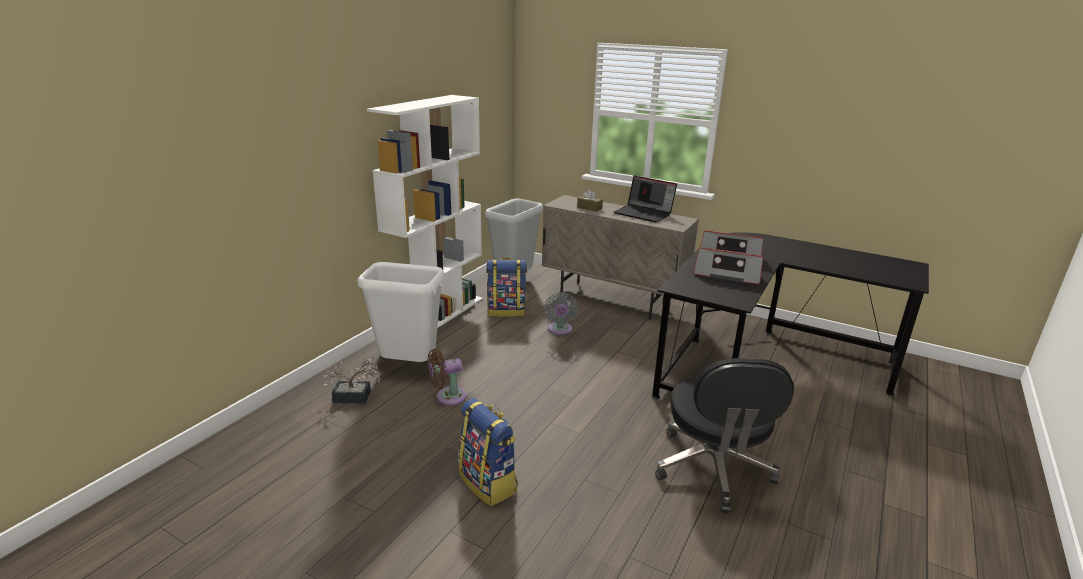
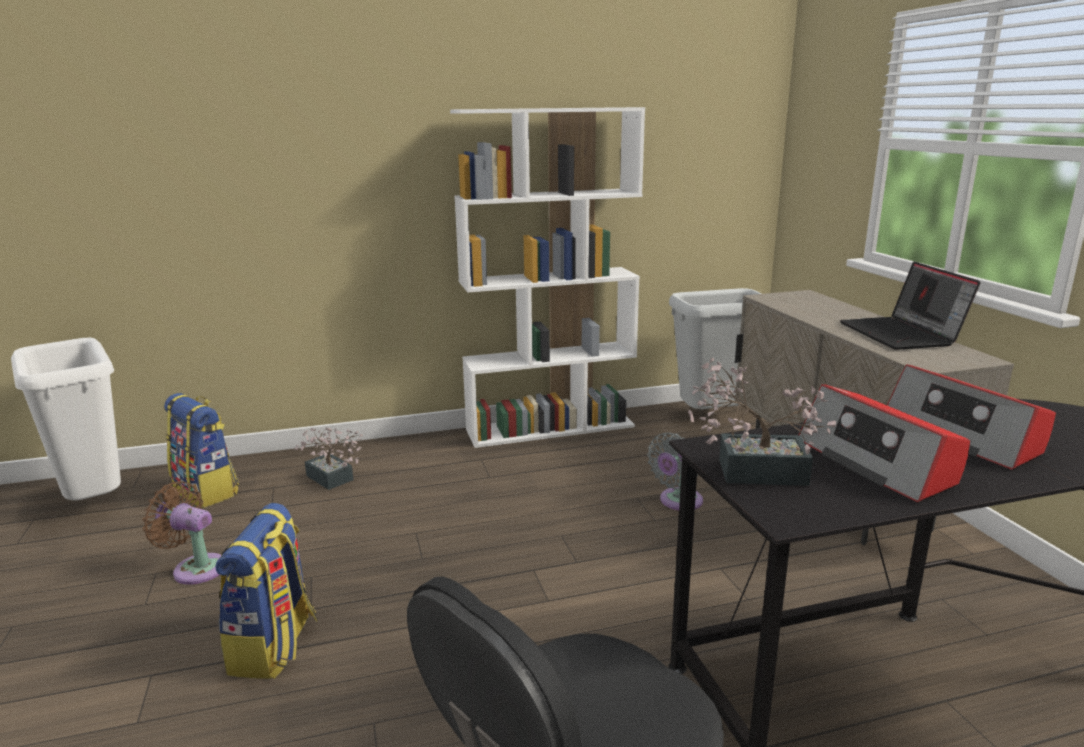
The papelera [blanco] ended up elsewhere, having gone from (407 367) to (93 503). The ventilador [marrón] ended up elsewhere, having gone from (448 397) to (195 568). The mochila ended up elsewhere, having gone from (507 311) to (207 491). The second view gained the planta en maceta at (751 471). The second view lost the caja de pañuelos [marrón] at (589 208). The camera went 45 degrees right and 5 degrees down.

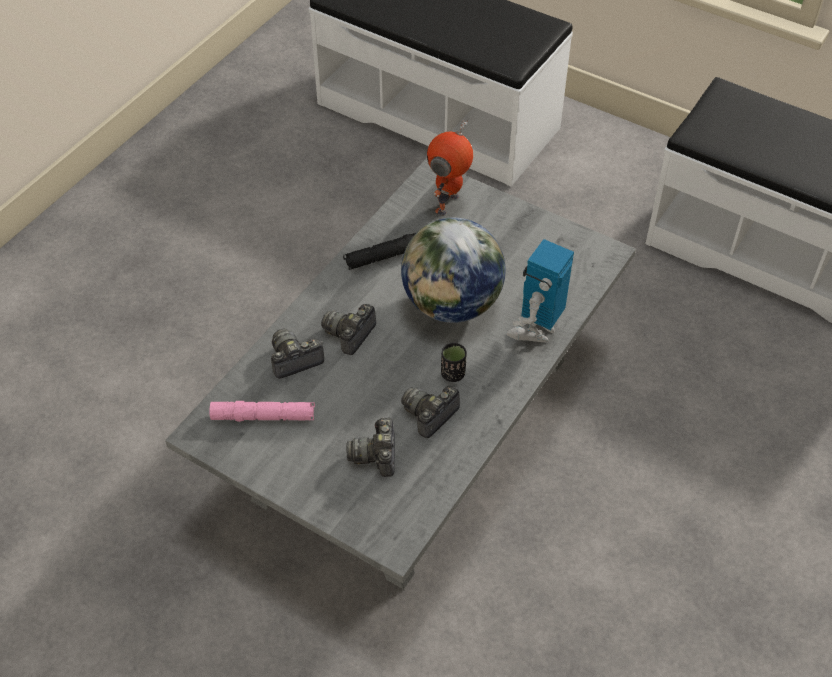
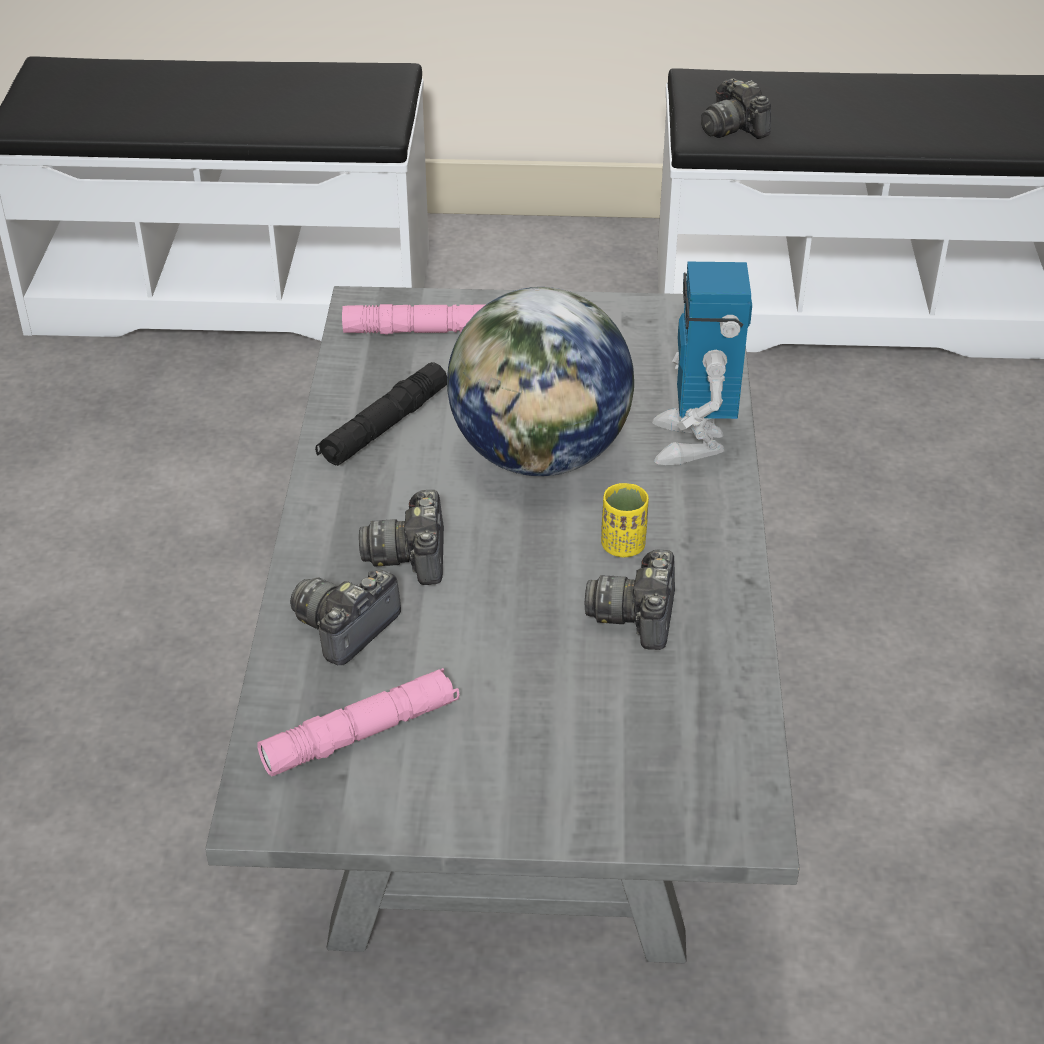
Where the robot de juguete stood at (448 204), the linterna [rosa] came to stand at (421 331). What was the taza [negro] at (453 374) turned into the taza [amarillo] at (623 546). The cámara ended up elsewhere, having gone from (376 455) to (733 128). The camera went 30 degrees left and 10 degrees down.

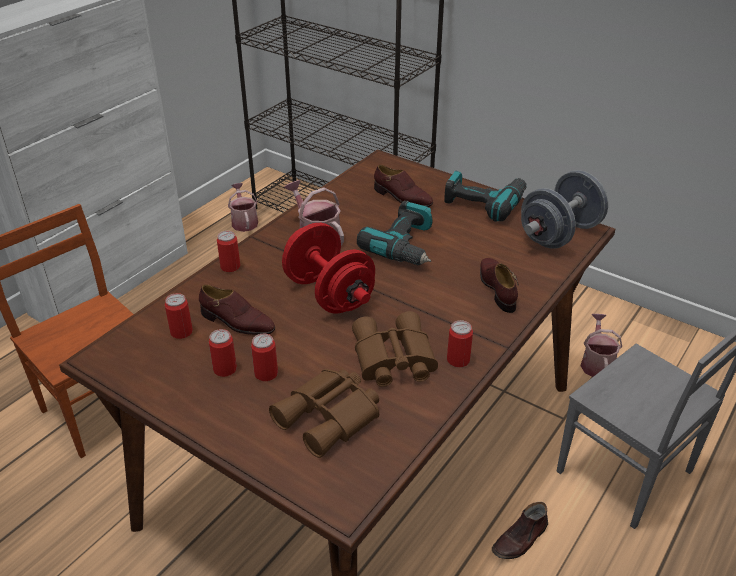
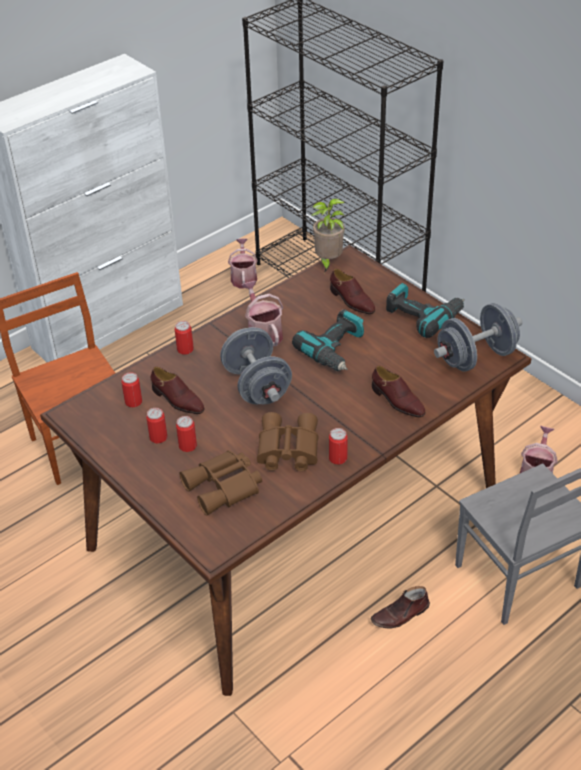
What was the mancuerna [rojo] at (329 294) turned into the mancuerna [gris] at (257 386). The second view gained the planta en maceta at (328 262). The zapato [marrón] at (497 288) ended up facing another way, 135 degrees clockwise from before. The camera went 15 degrees right and 5 degrees up.

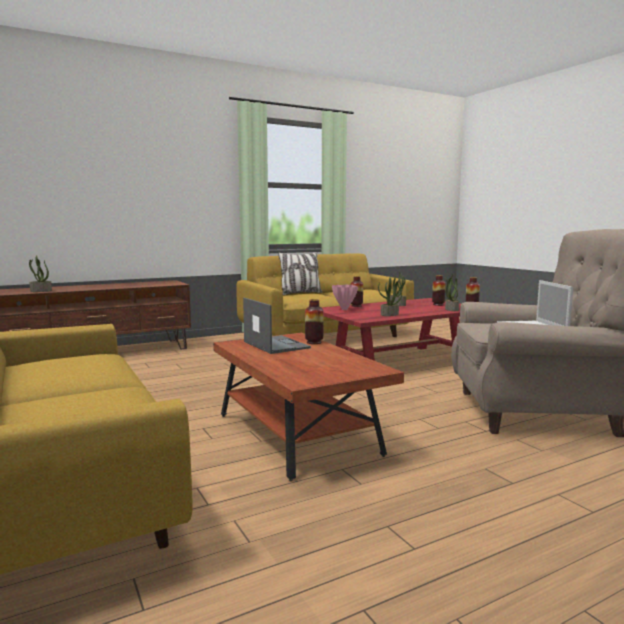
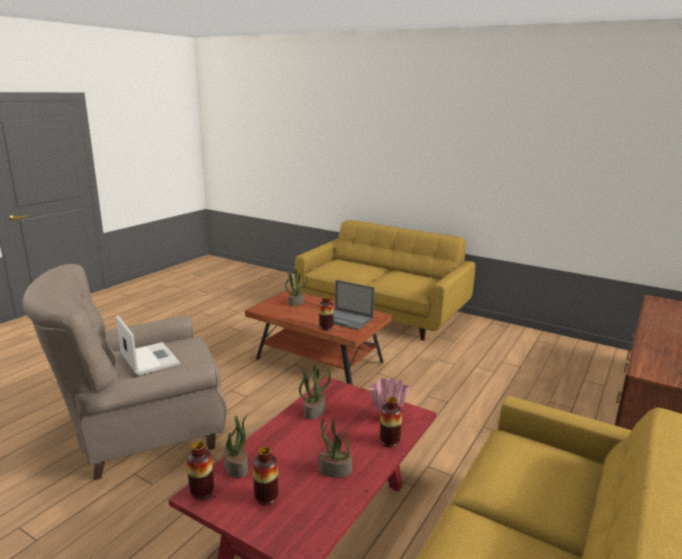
The planta en maceta ended up elsewhere, having gone from (40 291) to (296 302). The second view lost the cojín at (300 293). The camera went 150 degrees right and 10 degrees up.

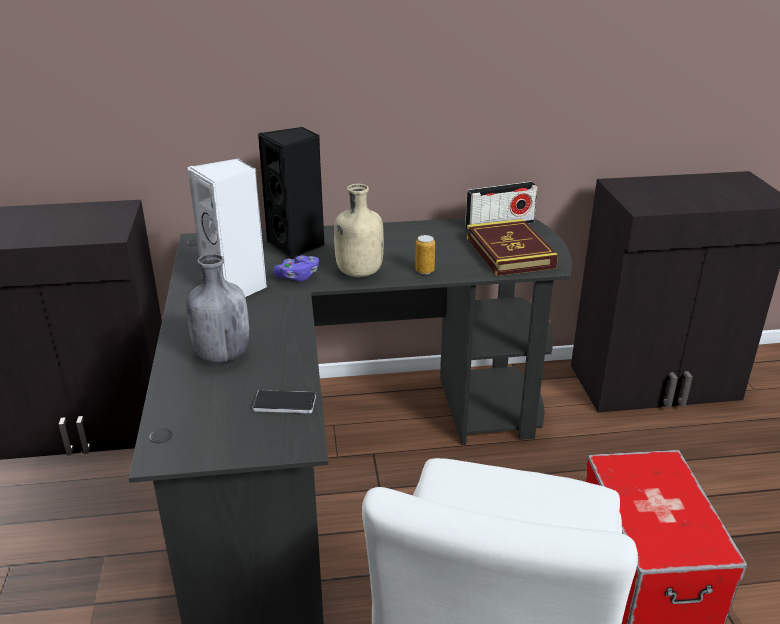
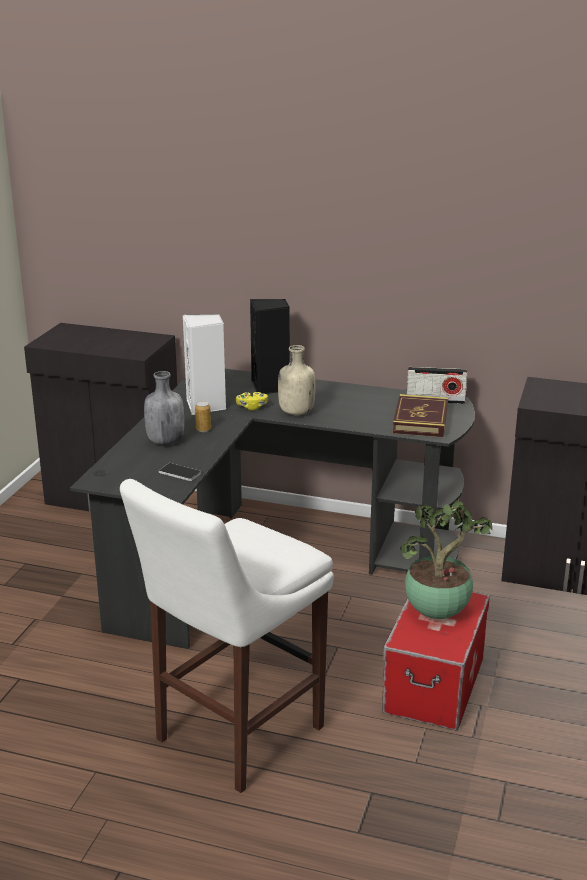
The lata ended up elsewhere, having gone from (424 271) to (203 429). What was the mando de consola [morado] at (298 277) turned into the mando de consola [amarillo] at (252 407). The second view gained the planta en maceta at (438 612). The camera went 25 degrees right and 5 degrees down.

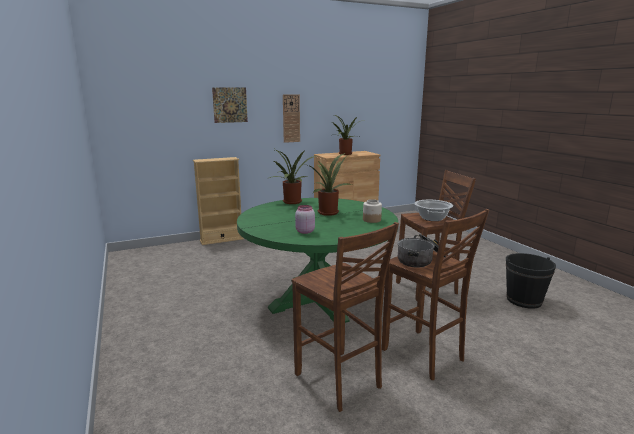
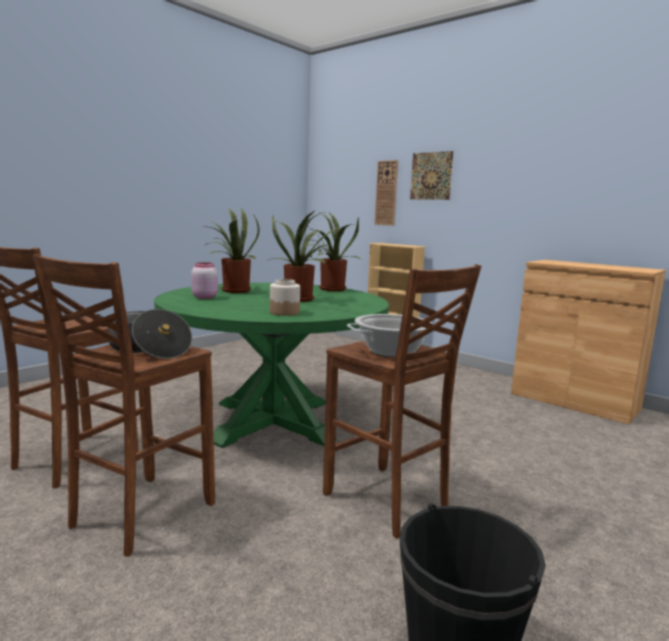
The planta en maceta ended up elsewhere, having gone from (345 154) to (232 291). The reloj de pared ended up elsewhere, having gone from (291 118) to (386 193). The camera went 65 degrees right and 5 degrees down.

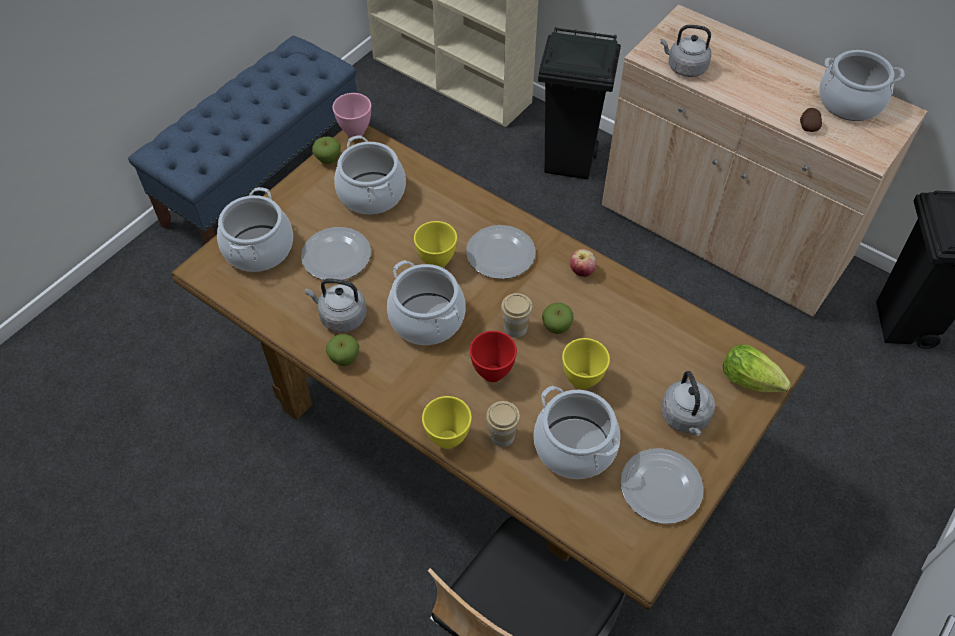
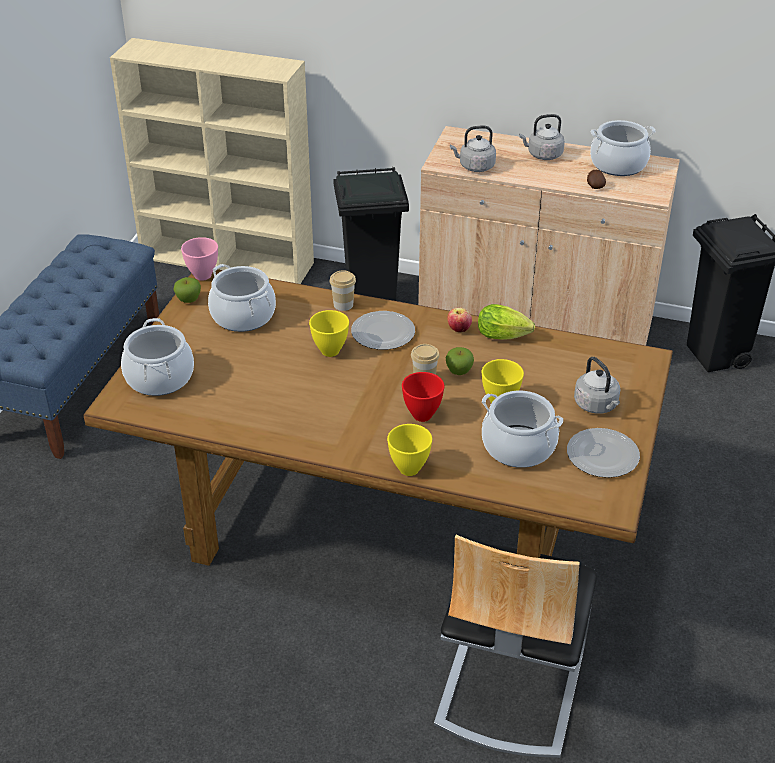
The taza ended up elsewhere, having gone from (502 435) to (343 305). The lechuga ended up elsewhere, having gone from (753 382) to (505 336). The hervidor [gris] ended up elsewhere, having gone from (341 317) to (543 155). The second view lost the plato at (335 255). The second view lost the manzana at (344 359). The second view lost the olla at (427 318). The camera went 20 degrees left and 15 degrees down.

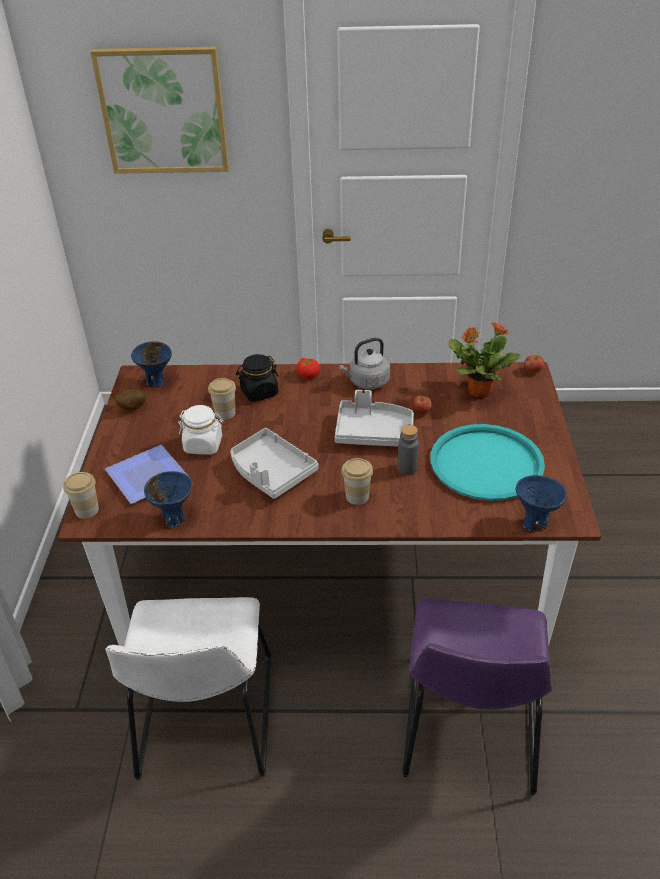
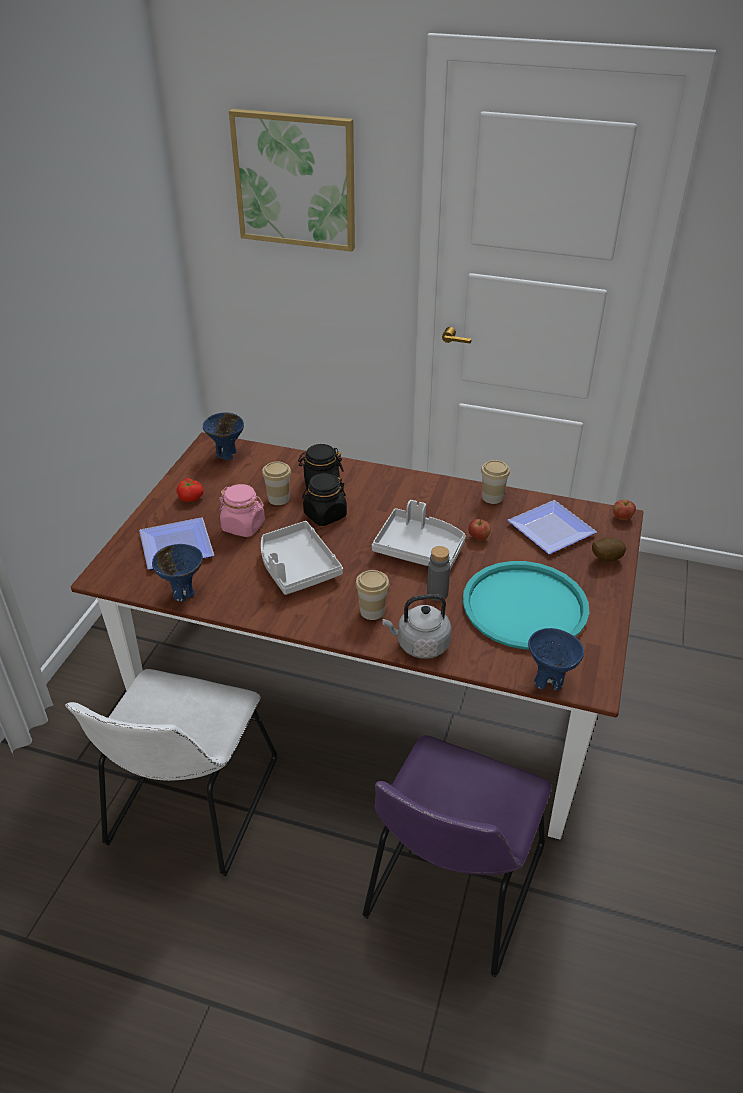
The tomate ended up elsewhere, having gone from (308 375) to (191 497). What was the tarro [blanco] at (203 445) turned into the tarro [rosa] at (243 526). The second view gained the tarro [negro] at (325 515). The hervidor [gris] ended up elsewhere, having gone from (367 382) to (420 645). The taza ended up elsewhere, having gone from (87 510) to (492 497). Where the planta en maceta stood at (478 391), the plato came to stand at (551 528). The patata ended up elsewhere, having gone from (131 408) to (605 559). The camera went 15 degrees right and 0 degrees up.

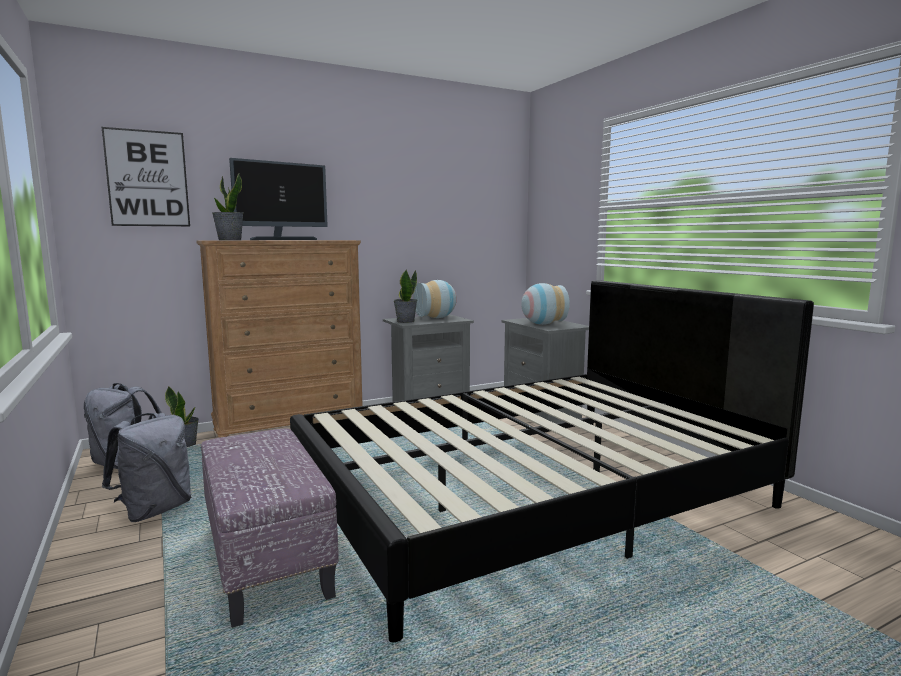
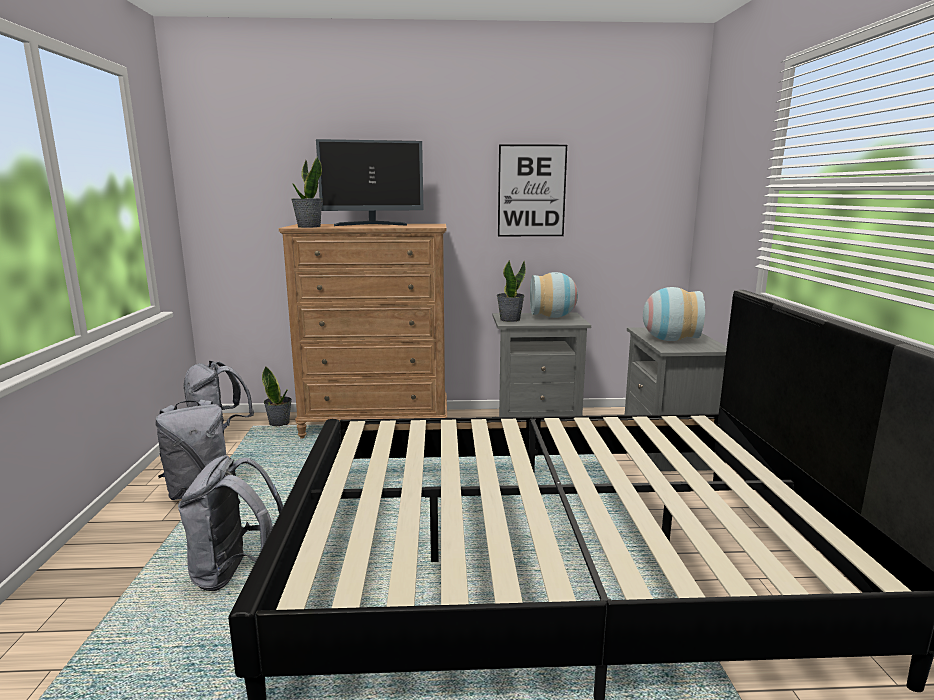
Where the puf stood at (268 560), the mochila [gris] came to stand at (235 572). The cuadro ended up elsewhere, having gone from (147 178) to (531 191). The camera went 25 degrees right and 5 degrees up.

